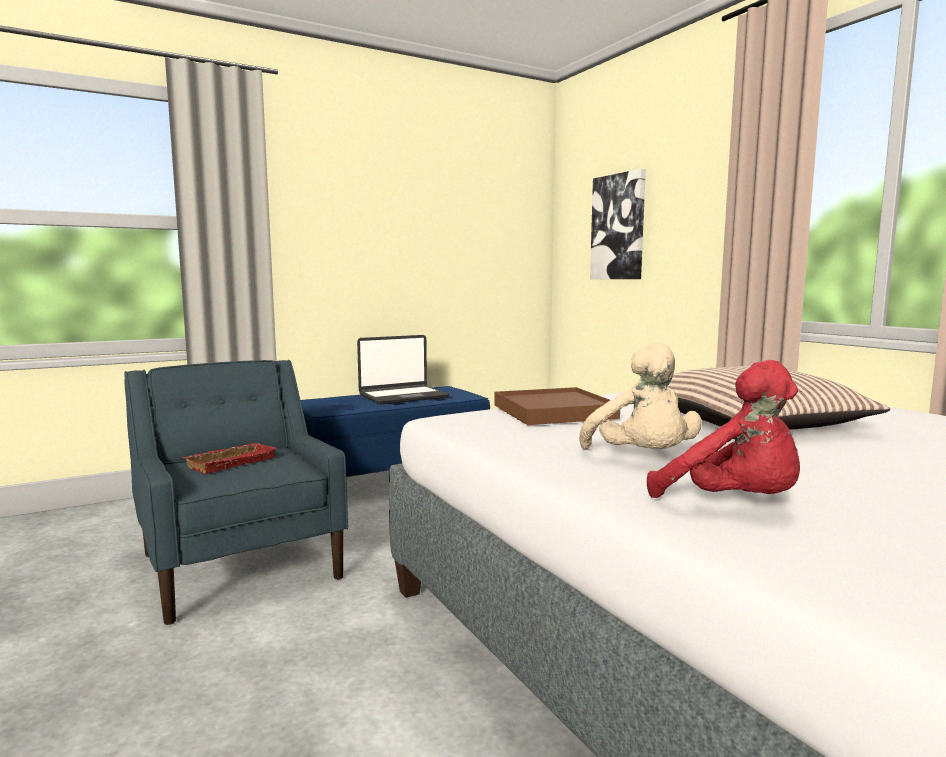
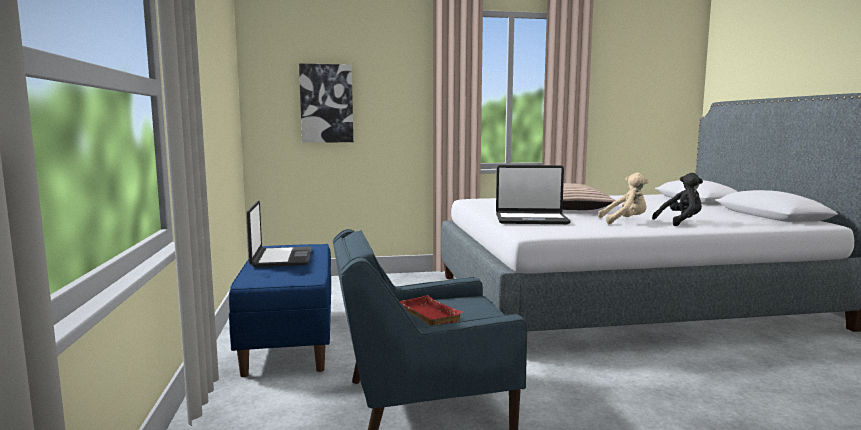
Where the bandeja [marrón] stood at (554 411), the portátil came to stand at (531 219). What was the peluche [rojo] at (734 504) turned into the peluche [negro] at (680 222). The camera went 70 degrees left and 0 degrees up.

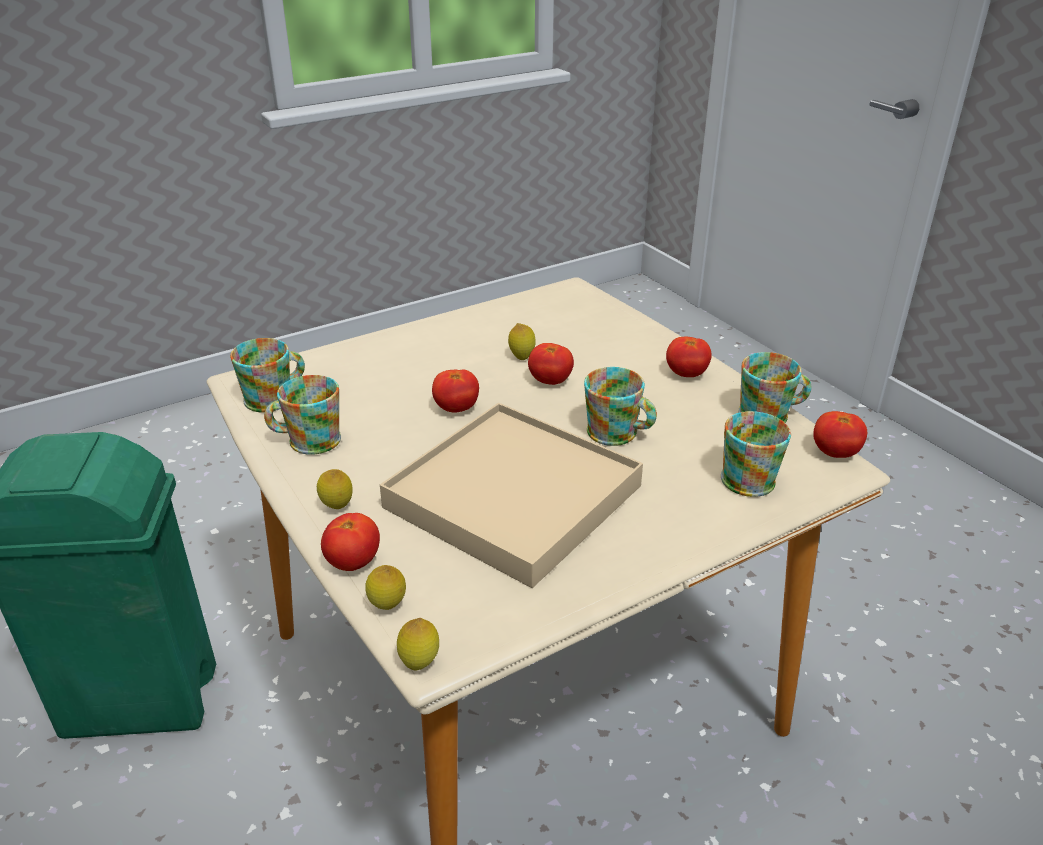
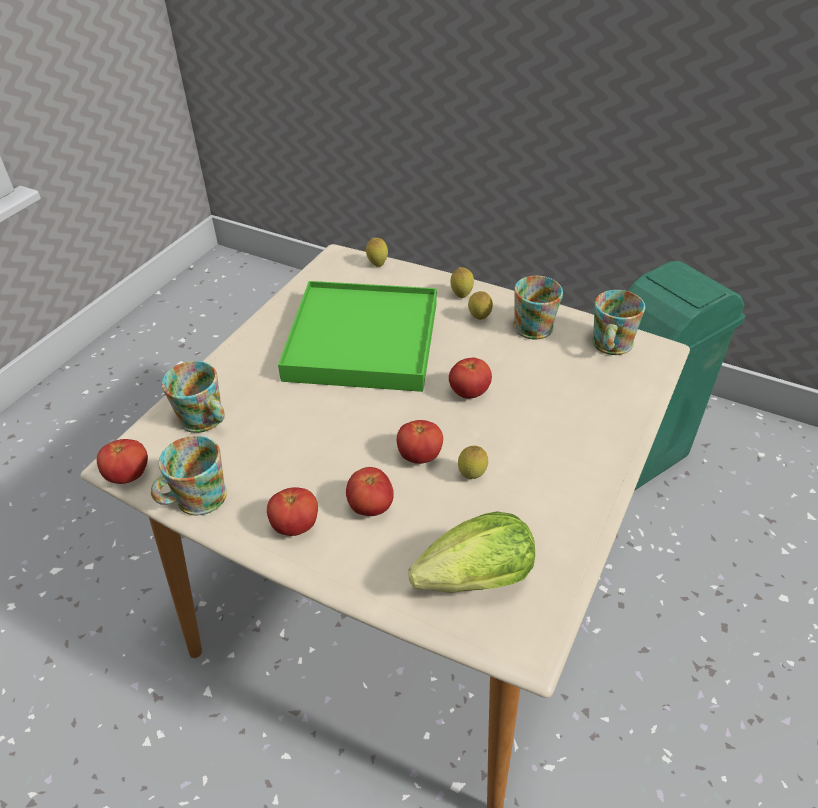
What was the bandeja [beis] at (513 496) turned into the bandeja [verde] at (363 341). The tomate ended up elsewhere, having gone from (353 562) to (370 507). The second view gained the lechuga at (469 581). The limón ended up elsewhere, having gone from (420 664) to (479 319). The second view lost the taza grande at (618 434). The camera went 150 degrees right and 10 degrees up.

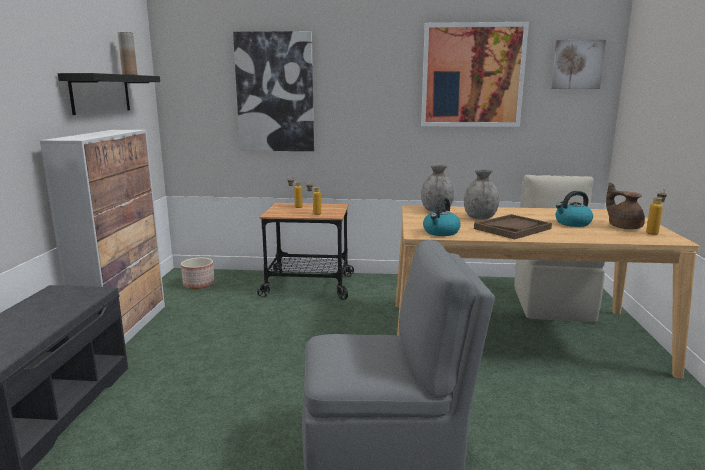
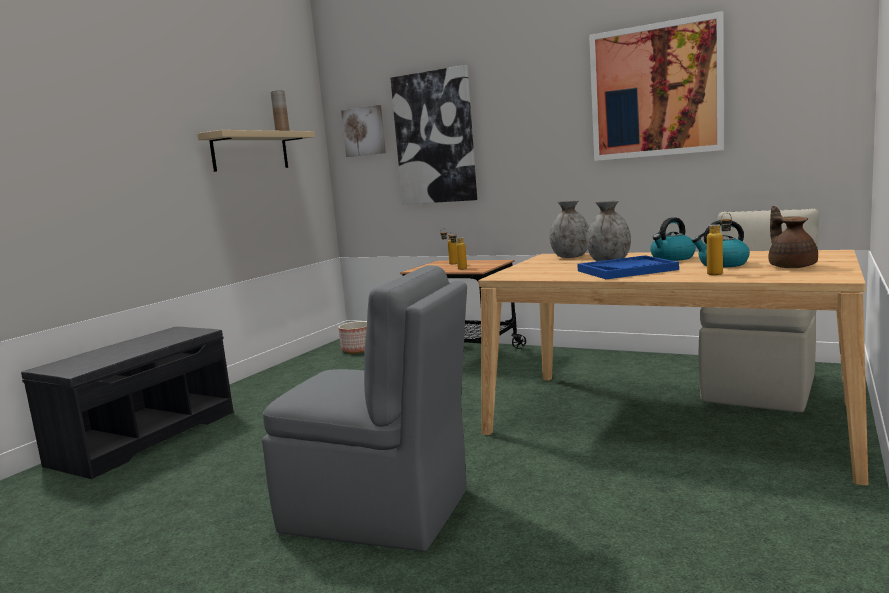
What was the estante [negro] at (101 93) turned into the estante [beis] at (250 151). The cuadro ended up elsewhere, having gone from (577 64) to (364 131). What was the bandeja [marrón] at (512 228) turned into the bandeja [azul] at (627 270). The hervidor ended up elsewhere, having gone from (441 232) to (672 258). The botella ended up elsewhere, having gone from (653 232) to (720 273). The second view lost the armario at (124 328). The camera went 25 degrees right and 5 degrees down.

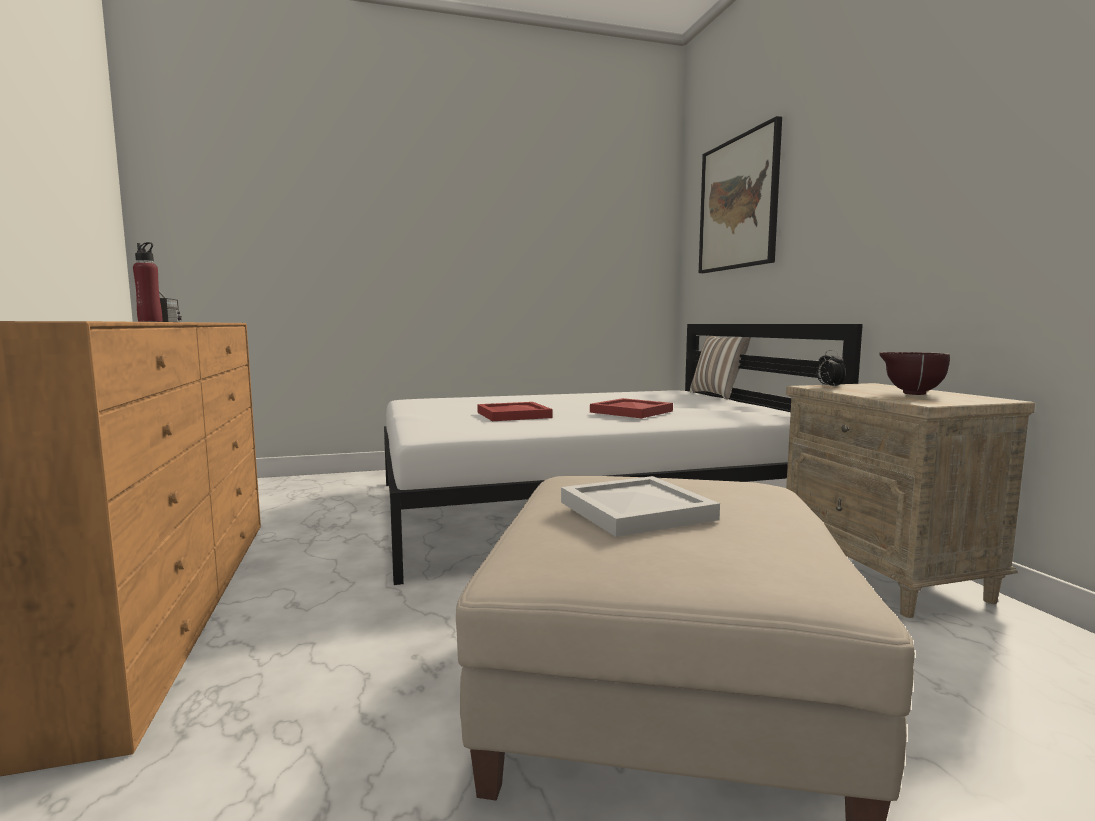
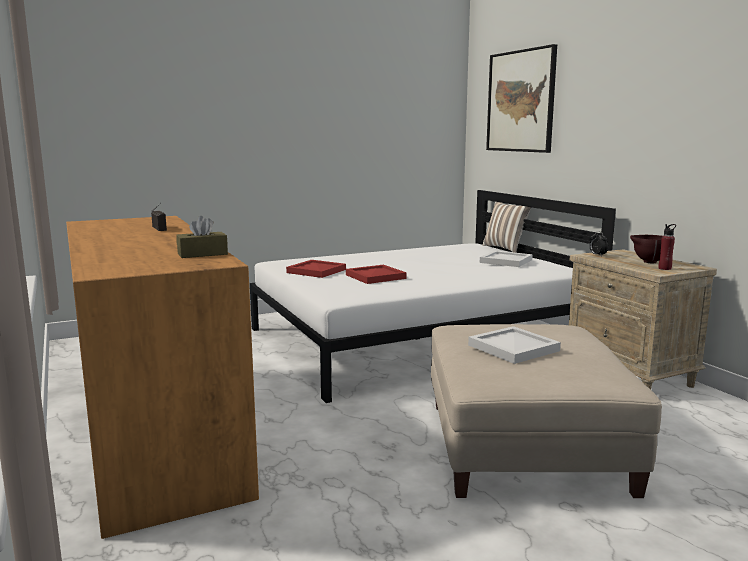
The second view gained the caja de pañuelos [marrón] at (202 254). The bandeja [rojo] ended up elsewhere, having gone from (631 411) to (316 271). The second view gained the bandeja [blanco] at (507 261). The botella [rojo] ended up elsewhere, having gone from (150 321) to (665 268). The camera went 10 degrees left and 5 degrees up.

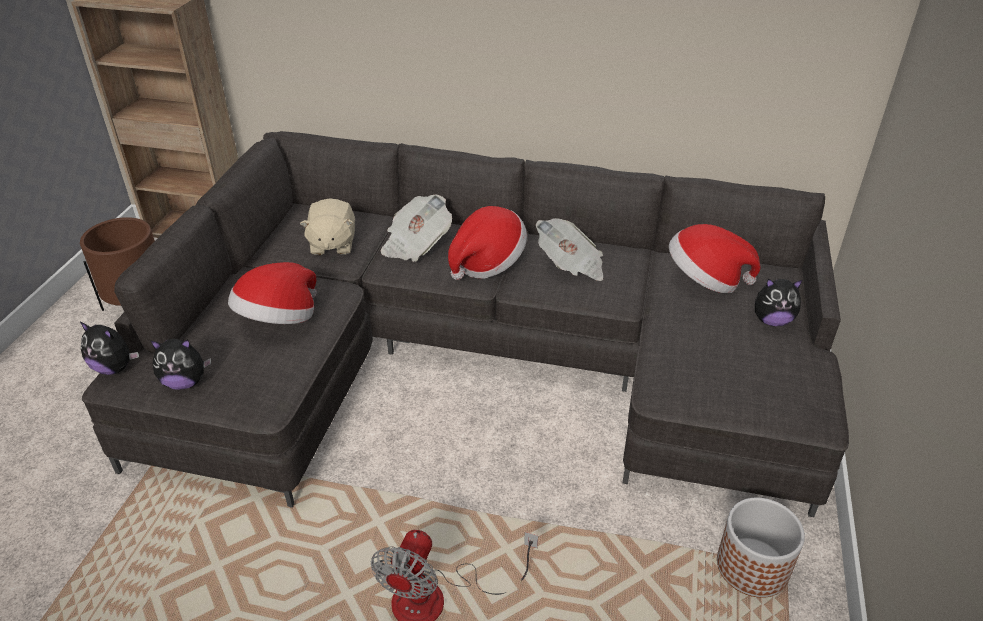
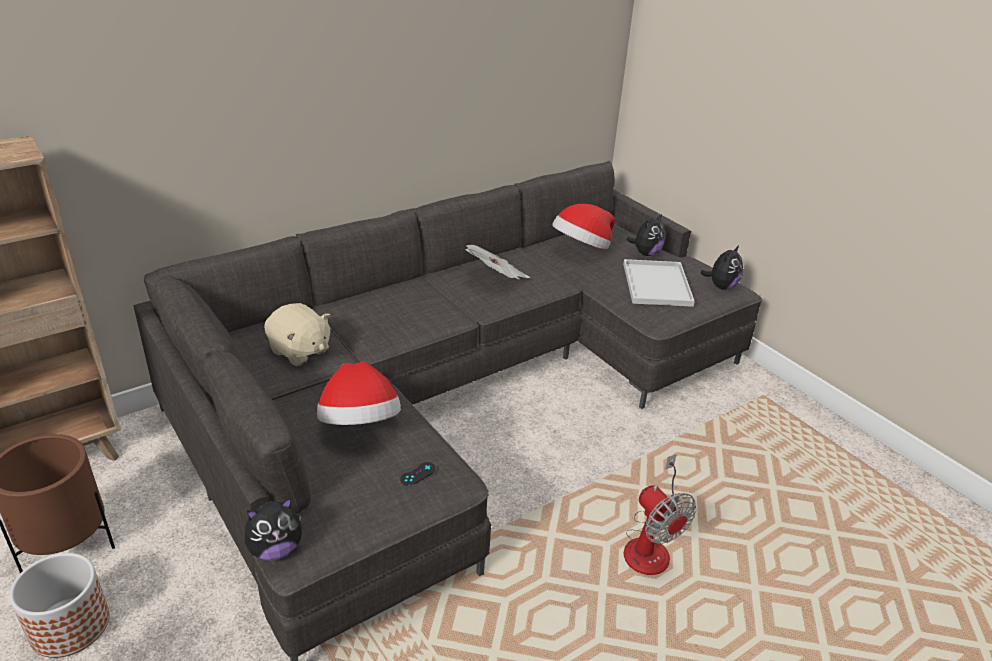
The maceta ended up elsewhere, having gone from (752 566) to (69 626). The second view gained the mando de consola [negro] at (418 474). The second view gained the bandeja [blanco] at (655 283). The peluche ended up elsewhere, having gone from (185 382) to (721 286). The second view lost the periódico at (416 245). The second view lost the sombrero at (487 262). The camera went 50 degrees left and 5 degrees down.

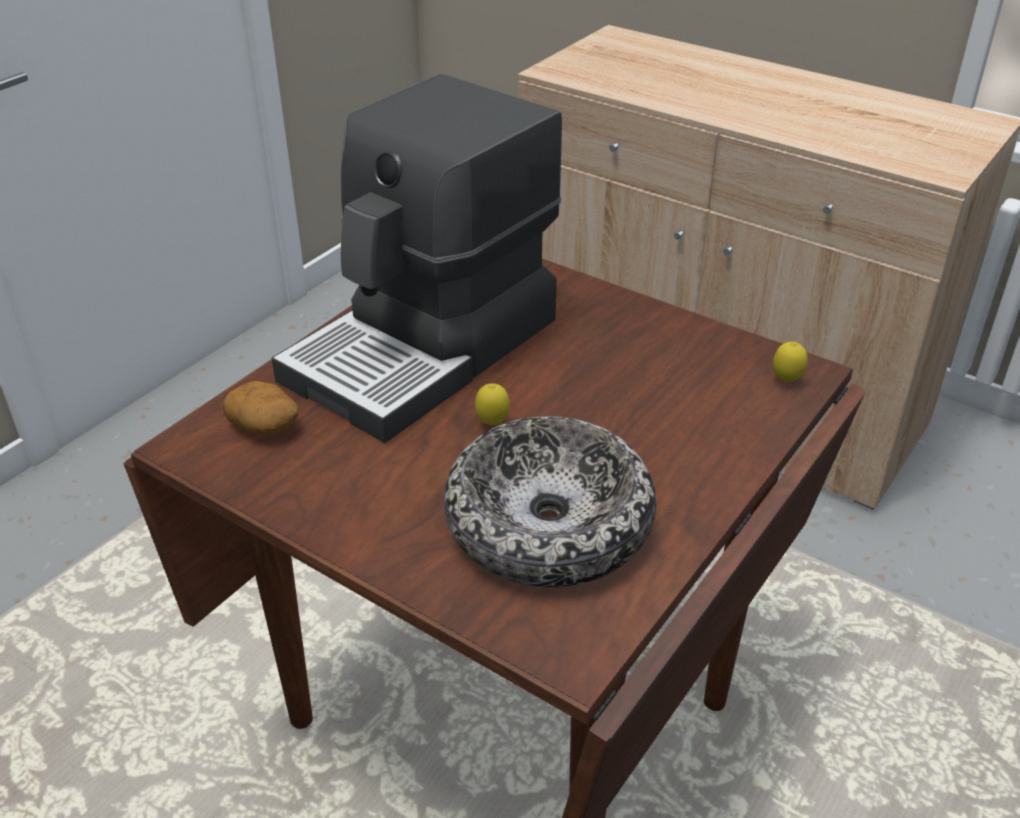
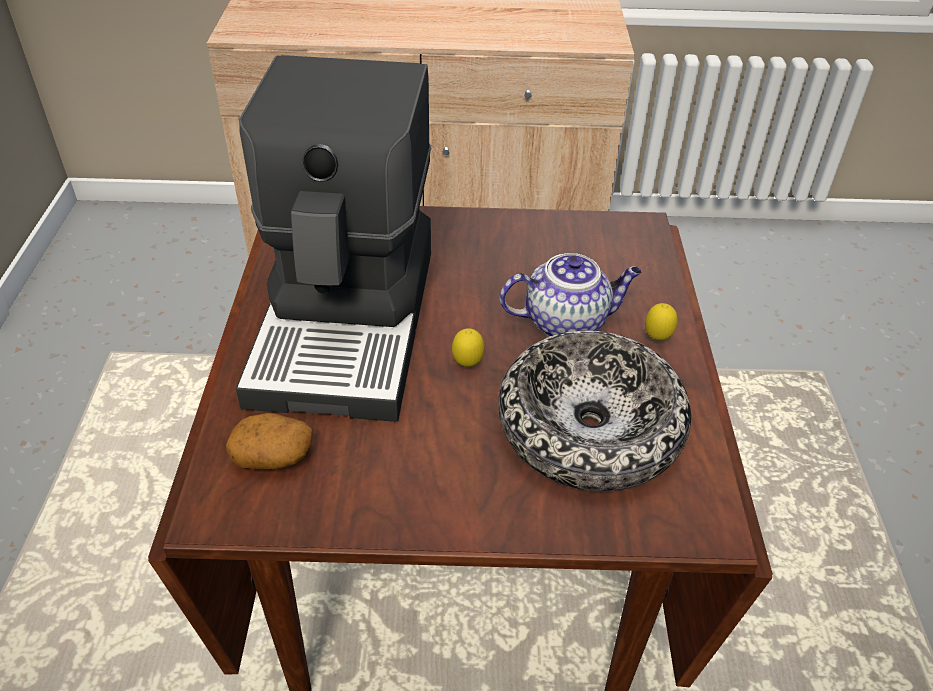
The second view gained the tetera at (567 322). The limón ended up elsewhere, having gone from (786 381) to (657 338). The camera went 35 degrees left and 5 degrees up.

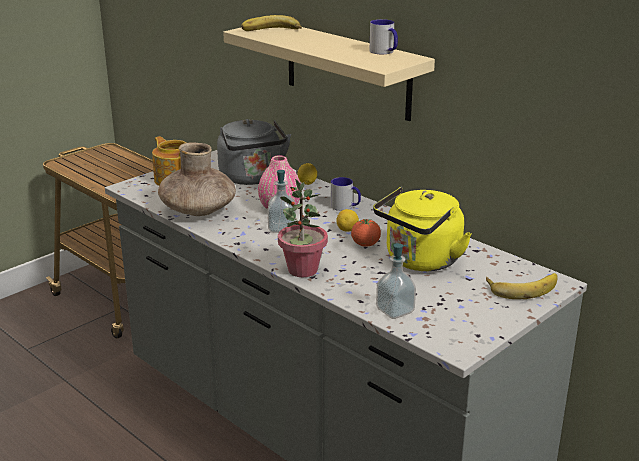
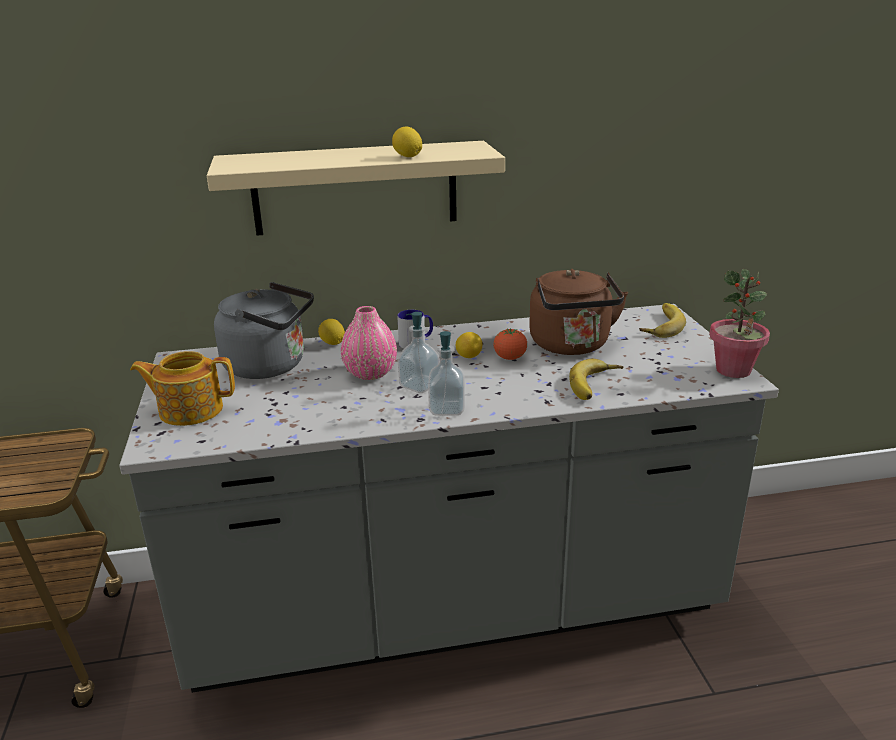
The second view gained the limón at (407 157). The dispensador de jabón ended up elsewhere, having gone from (395 311) to (447 409). What was the hervidor [amarillo] at (420 261) turned into the hervidor [marrón] at (572 346). The plátano ended up elsewhere, having gone from (272 31) to (597 385). The planta en maceta ended up elsewhere, having gone from (302 270) to (733 370). The second view lost the florero [marrón] at (198 210). The second view lost the taza grande at (384 52). The camera went 55 degrees left and 0 degrees up.

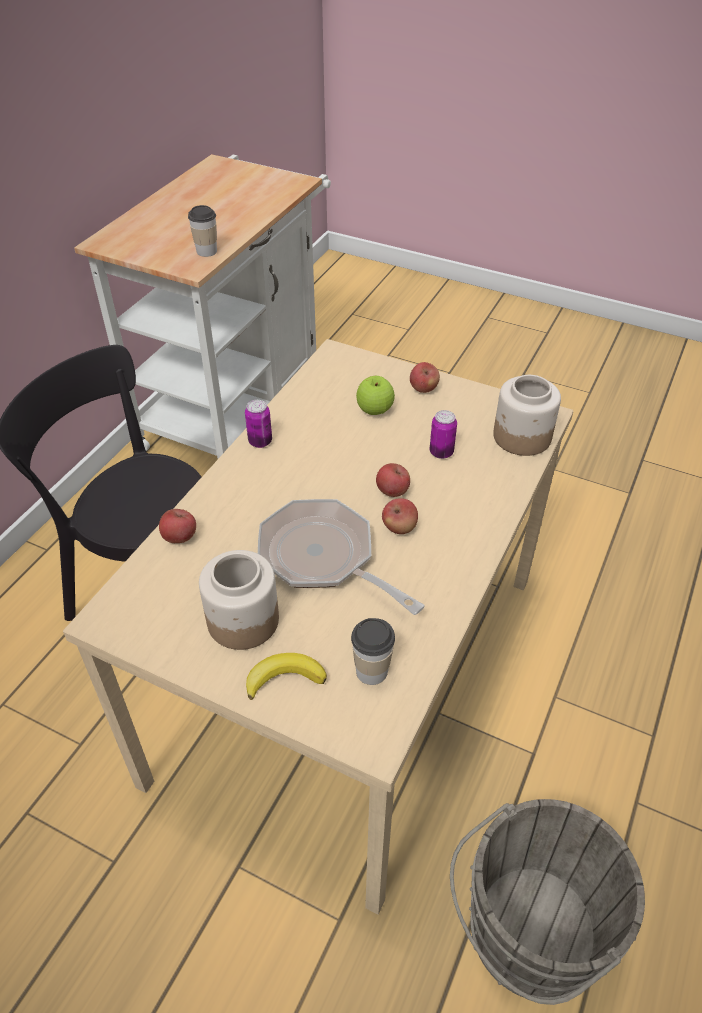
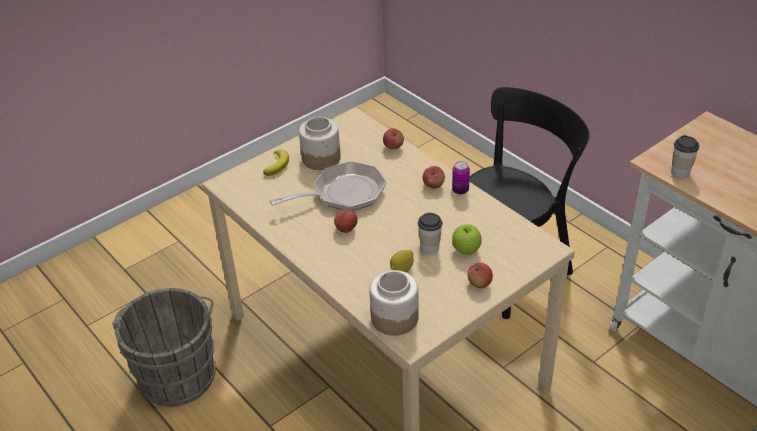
Where the lata stood at (441 452), the limón came to stand at (402 269). The taza ended up elsewhere, having gone from (372 671) to (429 248). The manzana ended up elsewhere, having gone from (392 491) to (433 185). The camera went 115 degrees right and 5 degrees down.

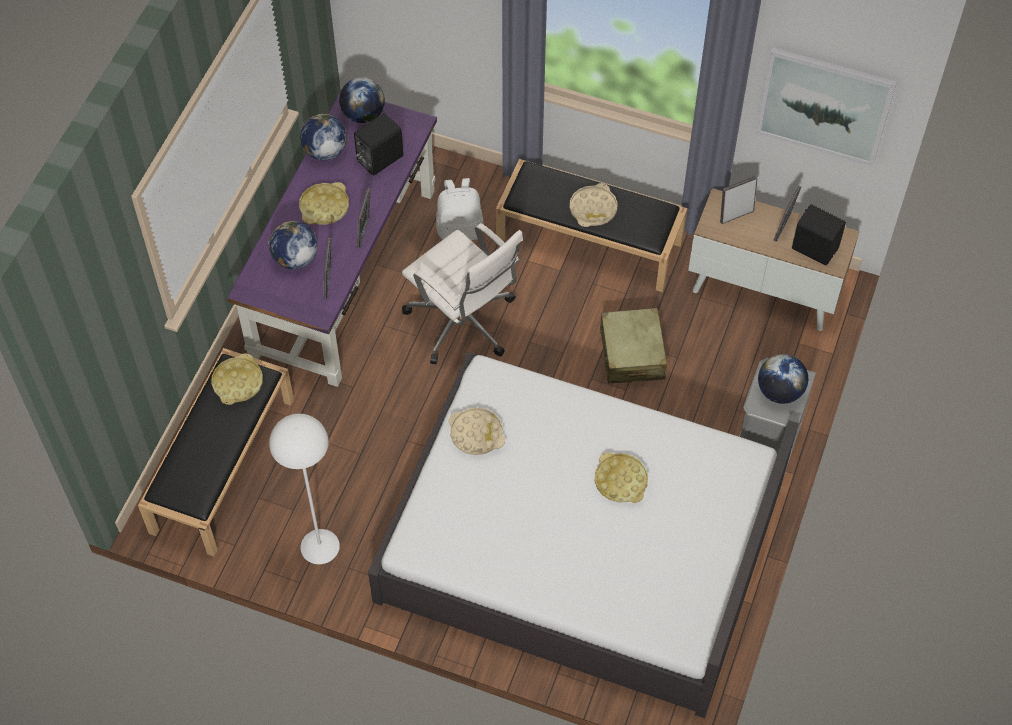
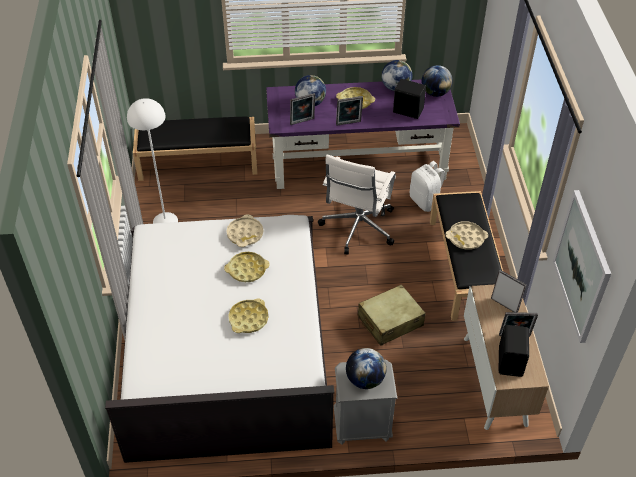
The bandeja [amarillo] ended up elsewhere, having gone from (237 382) to (247 269). The camera went 65 degrees right and 10 degrees down.

